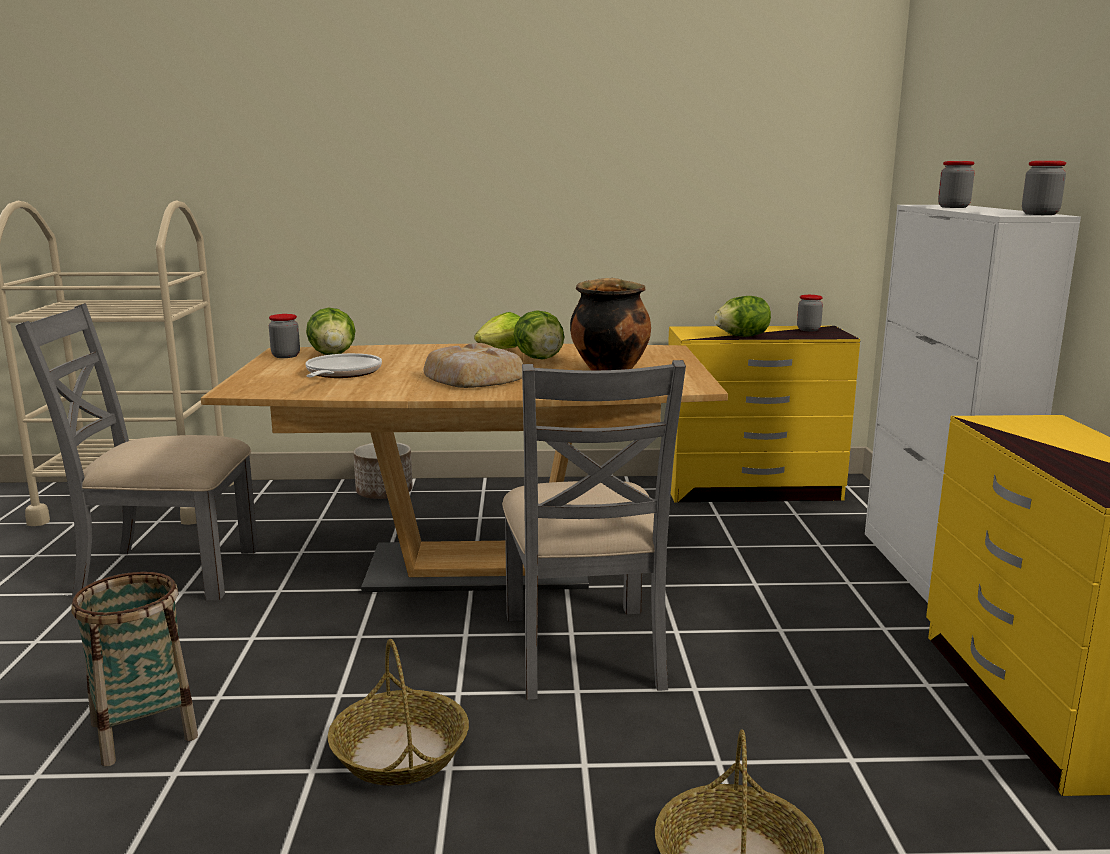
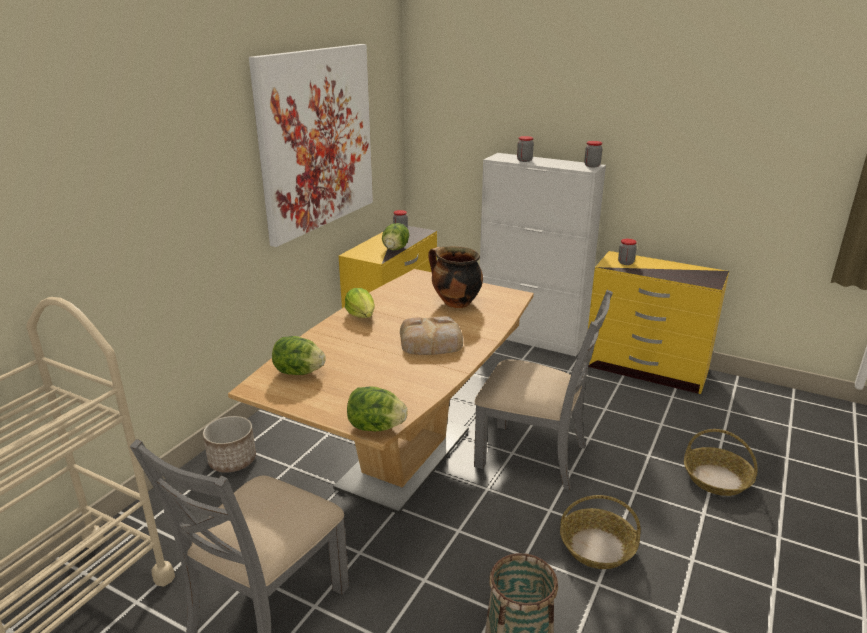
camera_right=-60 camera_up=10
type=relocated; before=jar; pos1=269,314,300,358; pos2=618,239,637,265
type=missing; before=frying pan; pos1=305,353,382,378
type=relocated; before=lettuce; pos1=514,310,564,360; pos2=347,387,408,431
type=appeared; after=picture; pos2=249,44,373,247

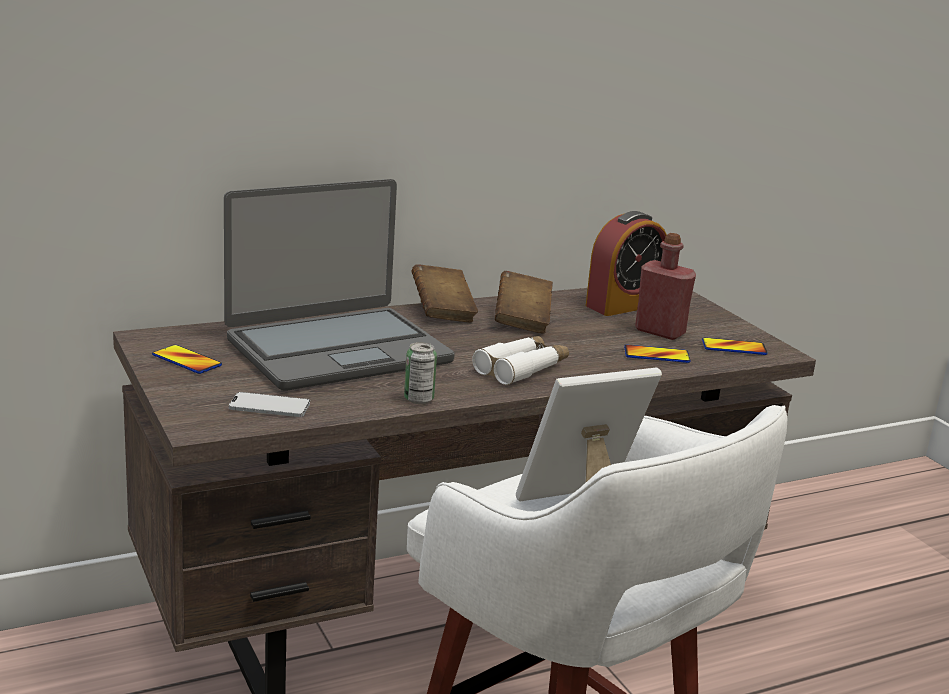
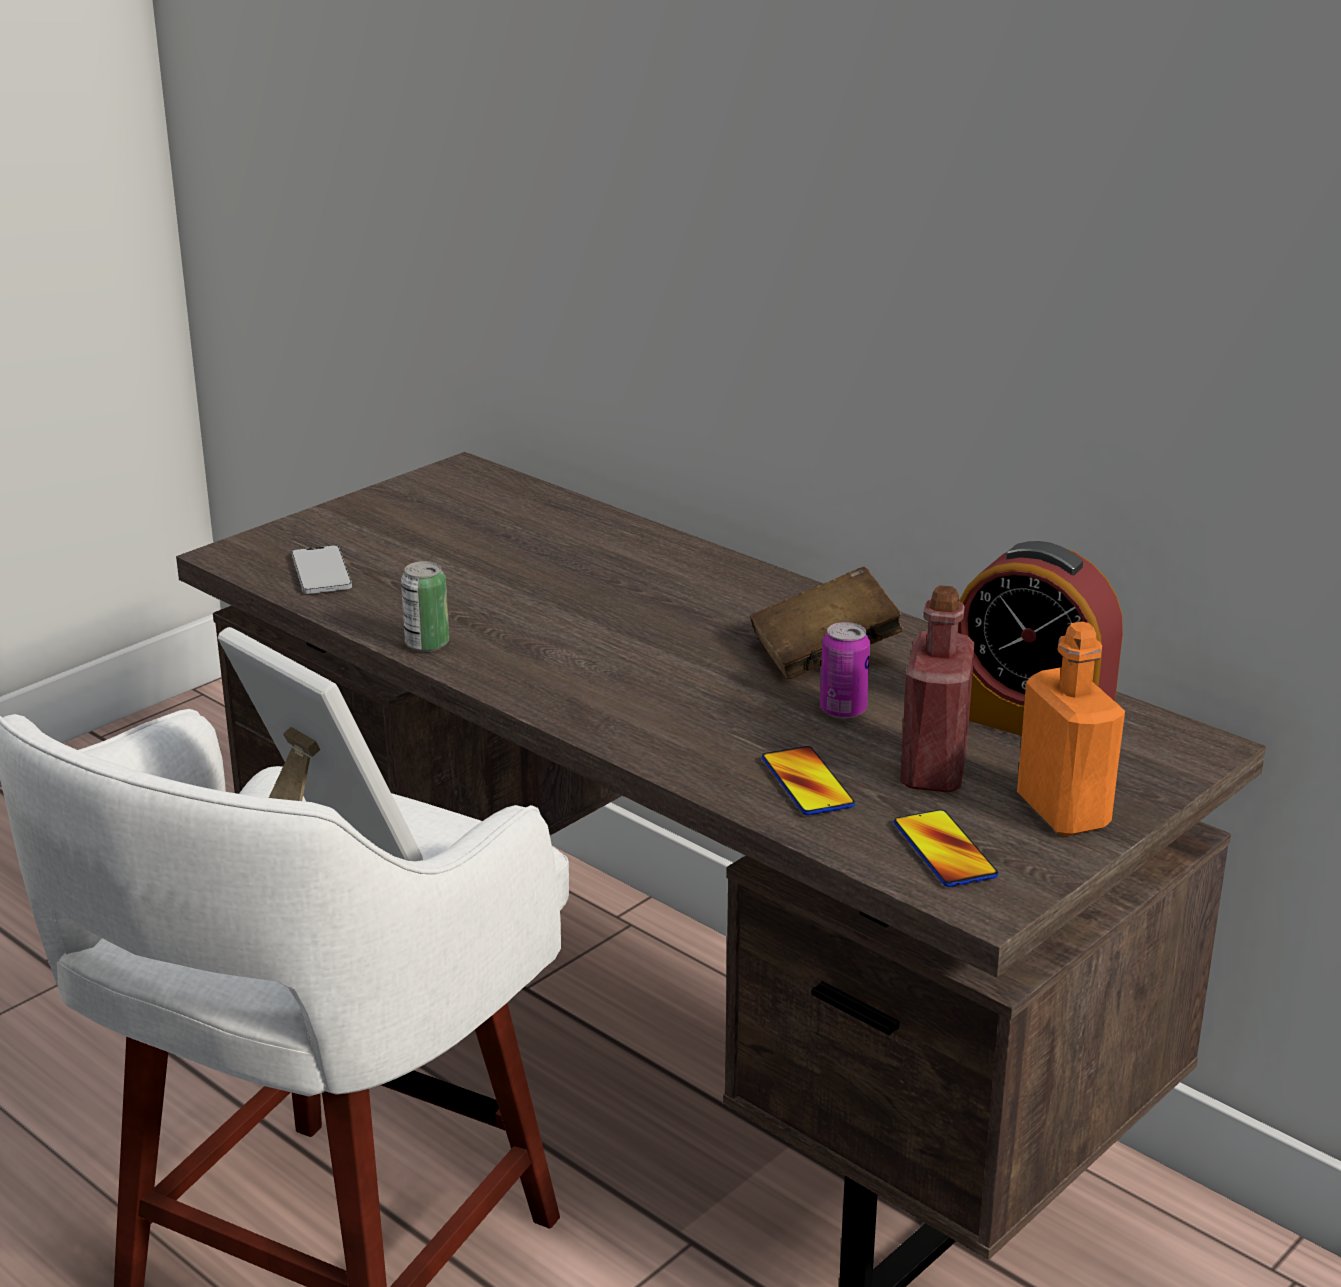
camera_right=70 camera_up=5
type=missing; before=phone; pos1=152,345,222,374
type=missing; before=laptop; pos1=224,179,455,391
type=missing; before=brown book; pos1=411,264,478,322
type=missing; before=white binoculars; pos1=472,336,569,385
type=appeared; after=can; pos2=820,622,870,719
type=appeared; after=orange bottle; pos2=1017,621,1125,836

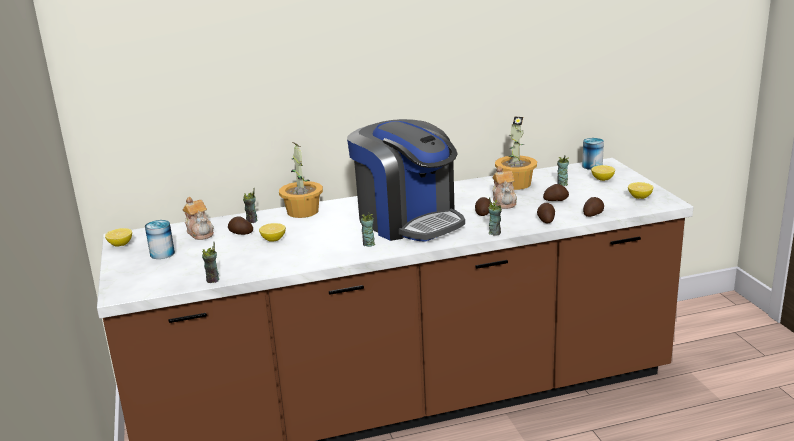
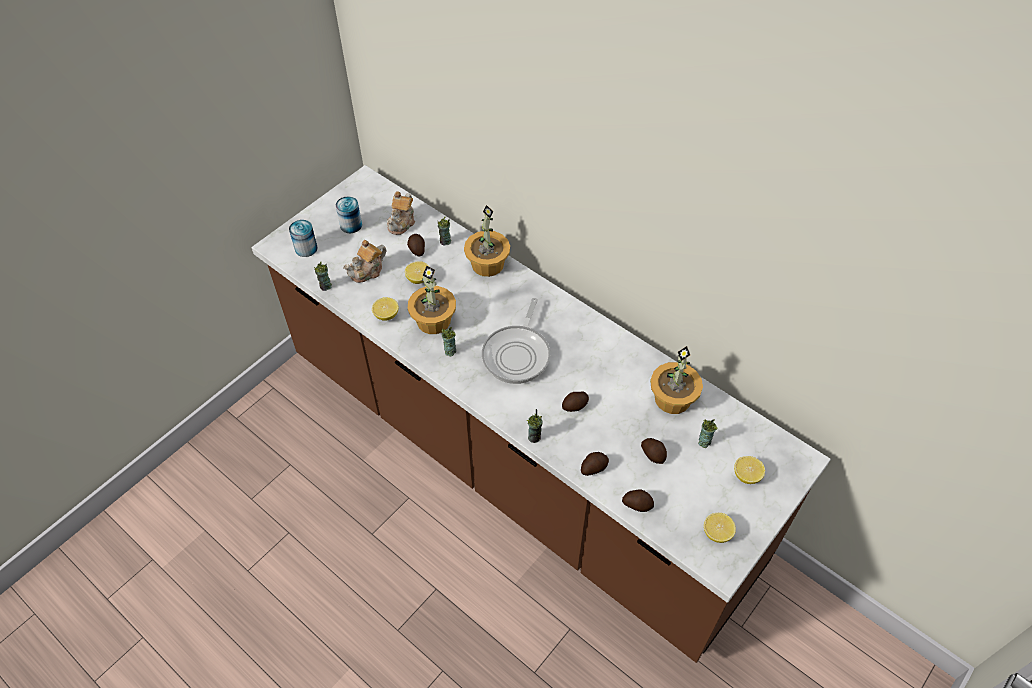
camera_right=55 camera_up=30
type=relocated; before=lemon; pos1=105,228,132,247; pos2=372,297,398,321
type=exchanged; before=coffee machine; after=frying pan; pos1=347,119,465,242; pos2=482,298,550,384
type=relocated; before=teapot; pos1=492,166,517,209; pos2=343,240,386,283
type=relocated; before=can; pos1=582,138,604,170; pos2=289,220,318,257
type=appeared; after=potted plant; pos2=408,266,456,334

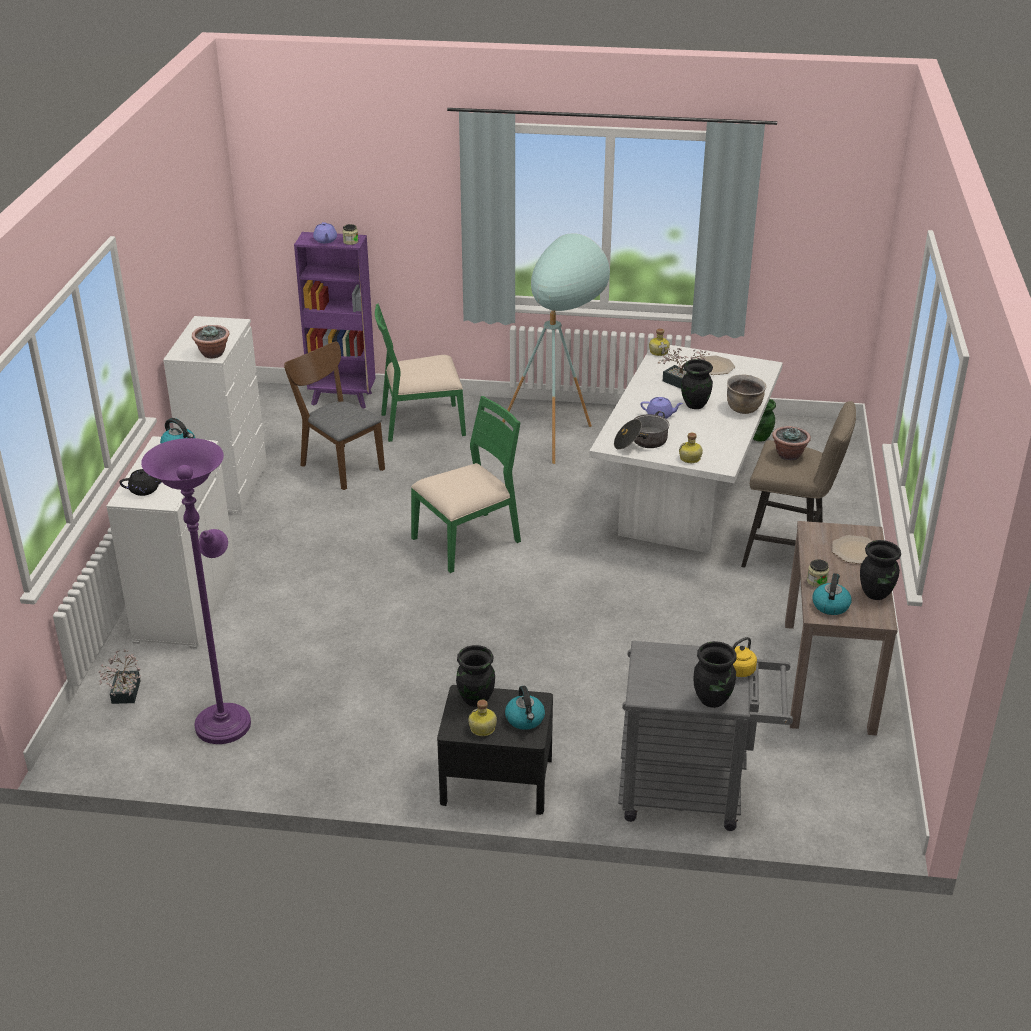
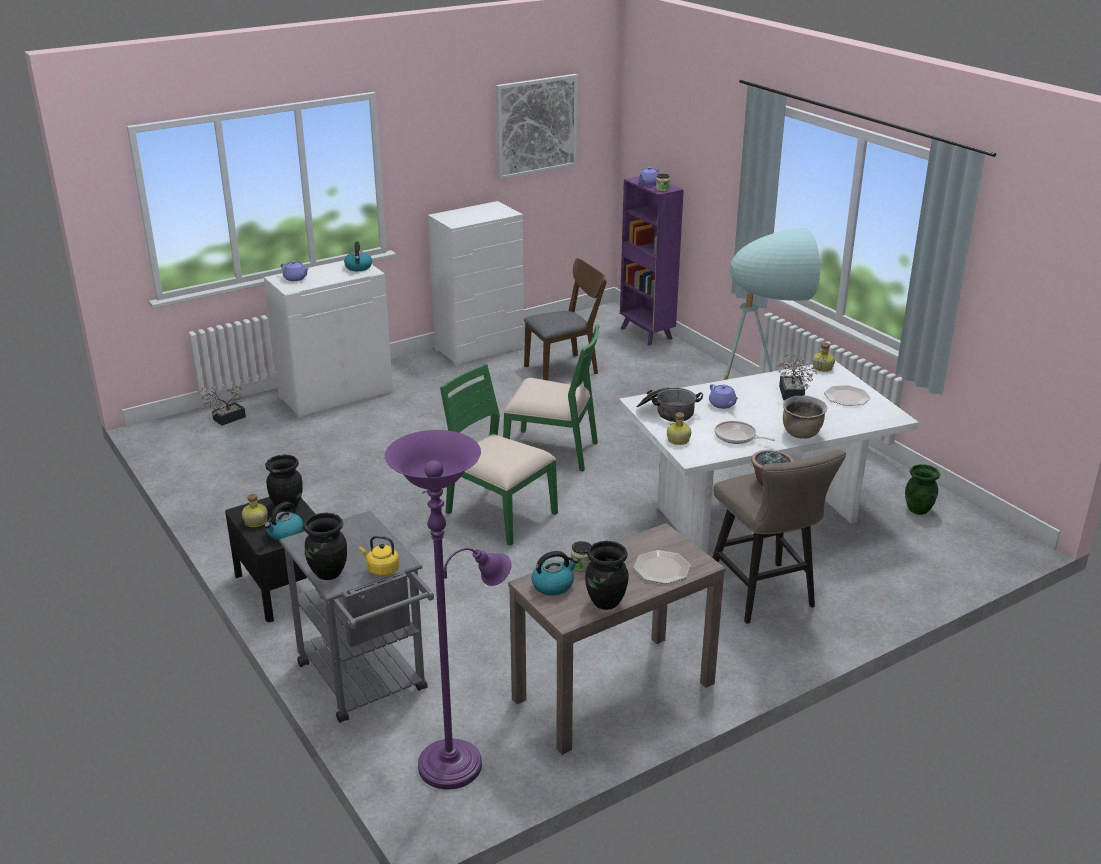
camera_right=50 camera_up=-5
type=colour; before=black teapot; after=purple teapot; pos1=119,469,162,496; pos2=281,261,309,281
type=relocated; before=purple floor lamp; pos1=141,438,251,744; pos2=385,430,511,790
type=missing; before=potted plant; pos1=192,325,230,358
type=spun; before=brown chair; pos1=284,341,385,490; pos2=524,258,607,381; turn=60
type=relocated; before=green chair; pos1=375,303,466,442; pos2=440,364,558,546
type=missing; before=black vase; pos1=681,359,713,409
type=appeared; after=picture; pos2=496,74,578,180
type=appeared; after=frying pan; pos2=714,421,775,444

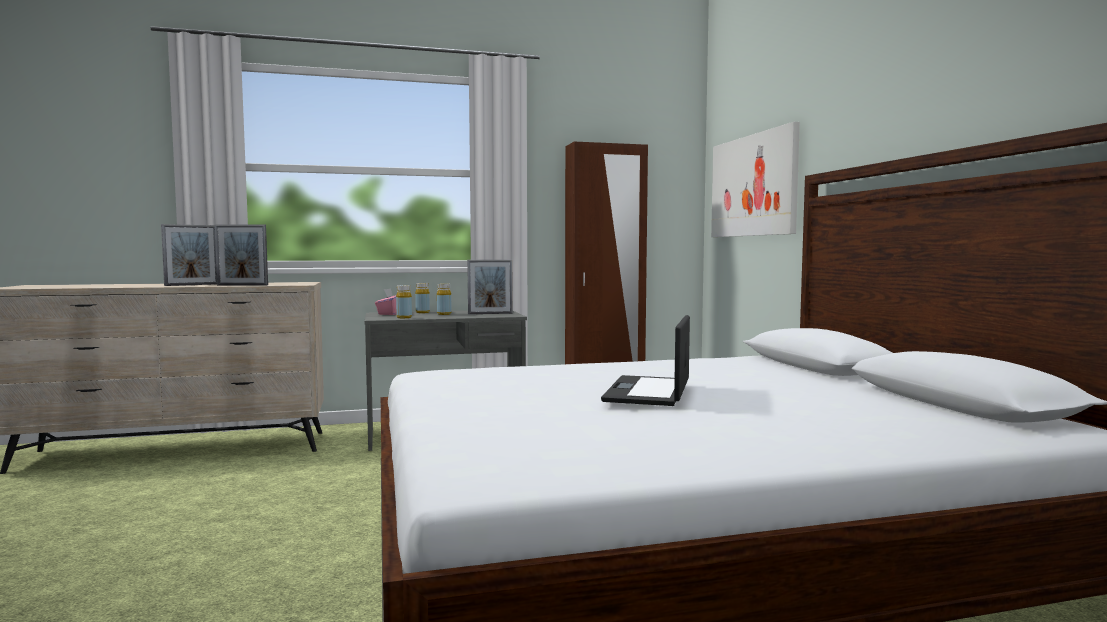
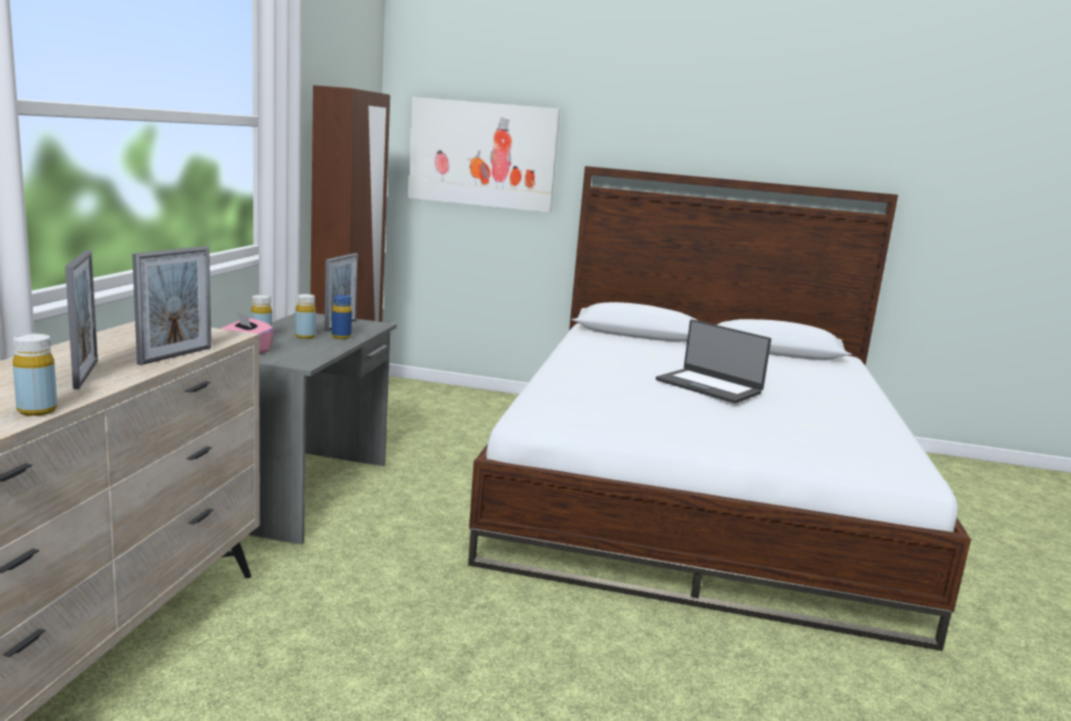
camera_right=-65 camera_up=10
type=relocated; before=yellow bottle; pos1=396,285,412,318; pos2=13,334,57,416
type=appeared; after=blue bottle; pos2=332,295,352,339

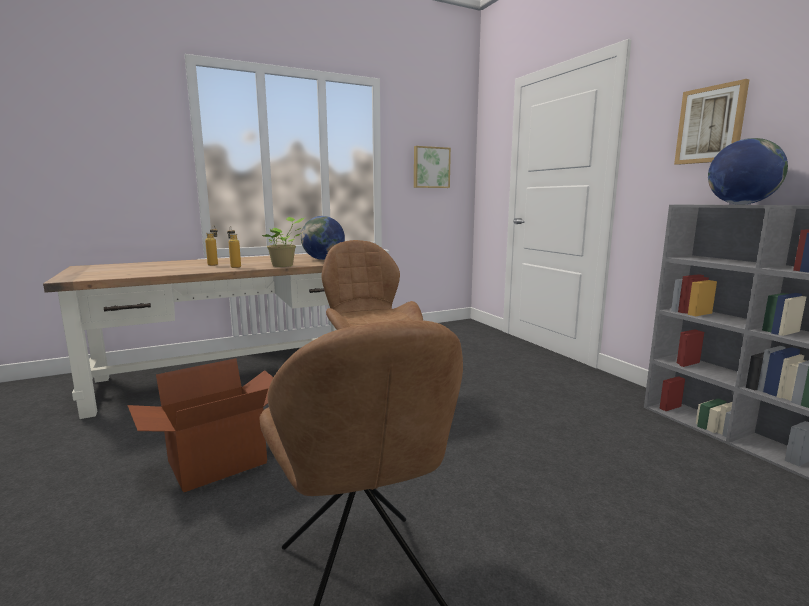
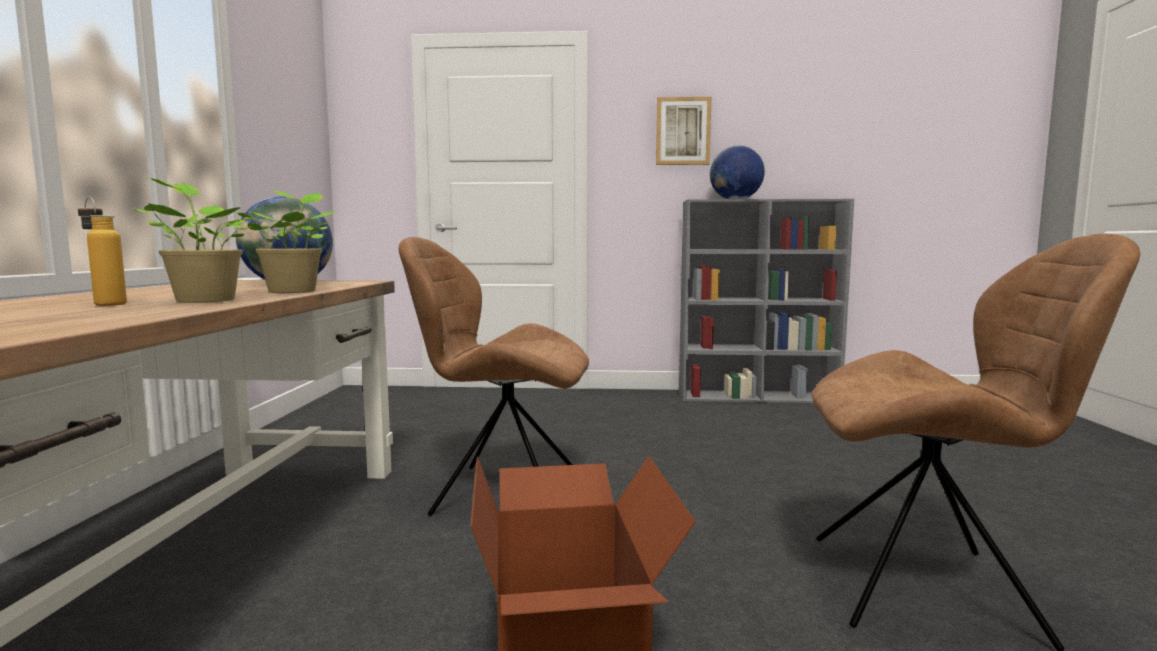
camera_right=-60 camera_up=-5
type=exchanged; before=bottle; after=potted plant; pos1=227,226,241,268; pos2=131,177,250,303
type=missing; before=picture; pos1=414,146,451,188

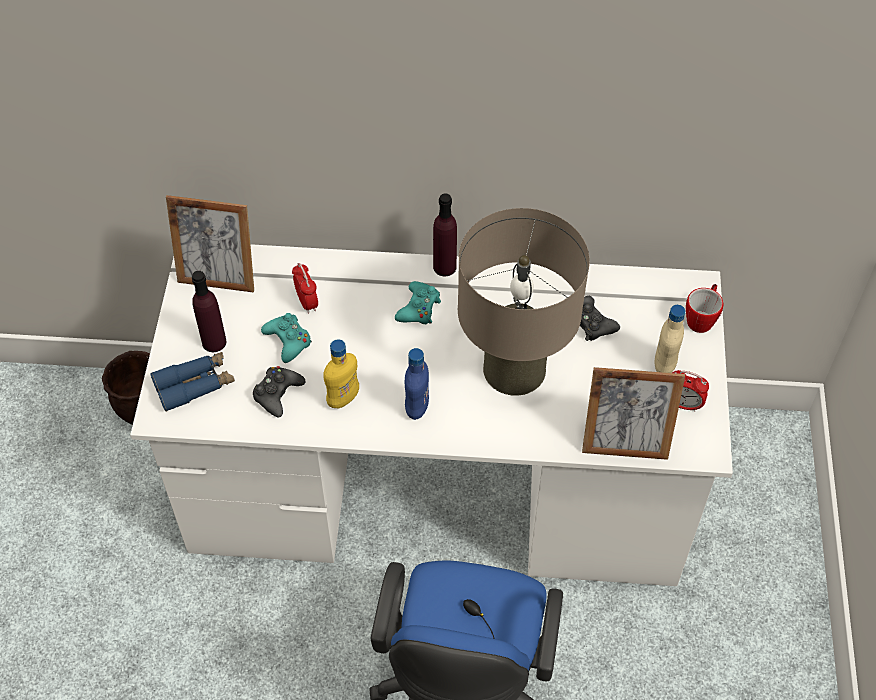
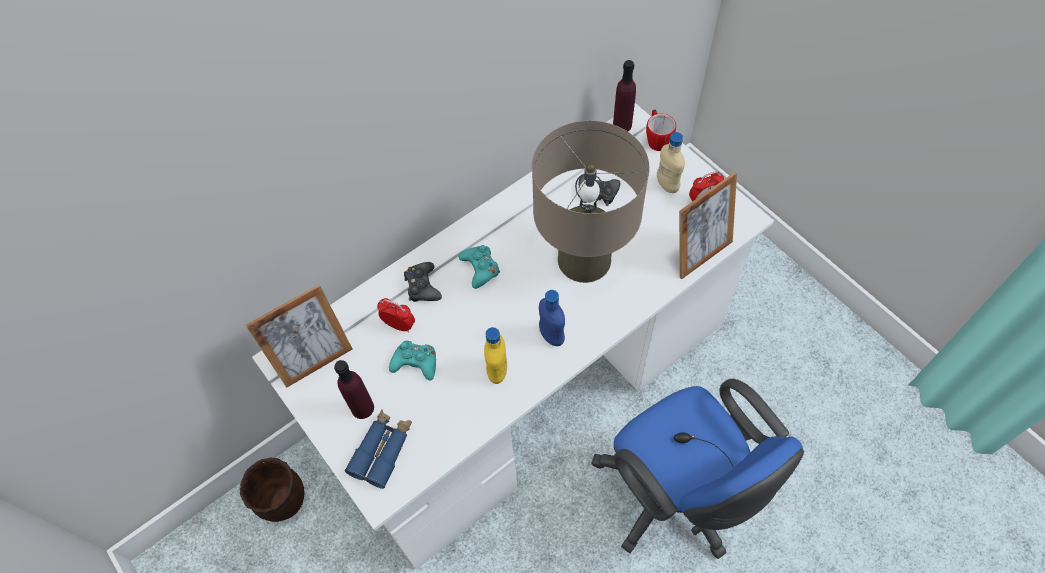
camera_right=-40 camera_up=5
type=relocated; before=black game controller; pos1=253,366,305,418; pos2=404,262,442,302
type=relocated; before=purple bottle; pos1=433,193,457,276; pos2=613,60,636,131

